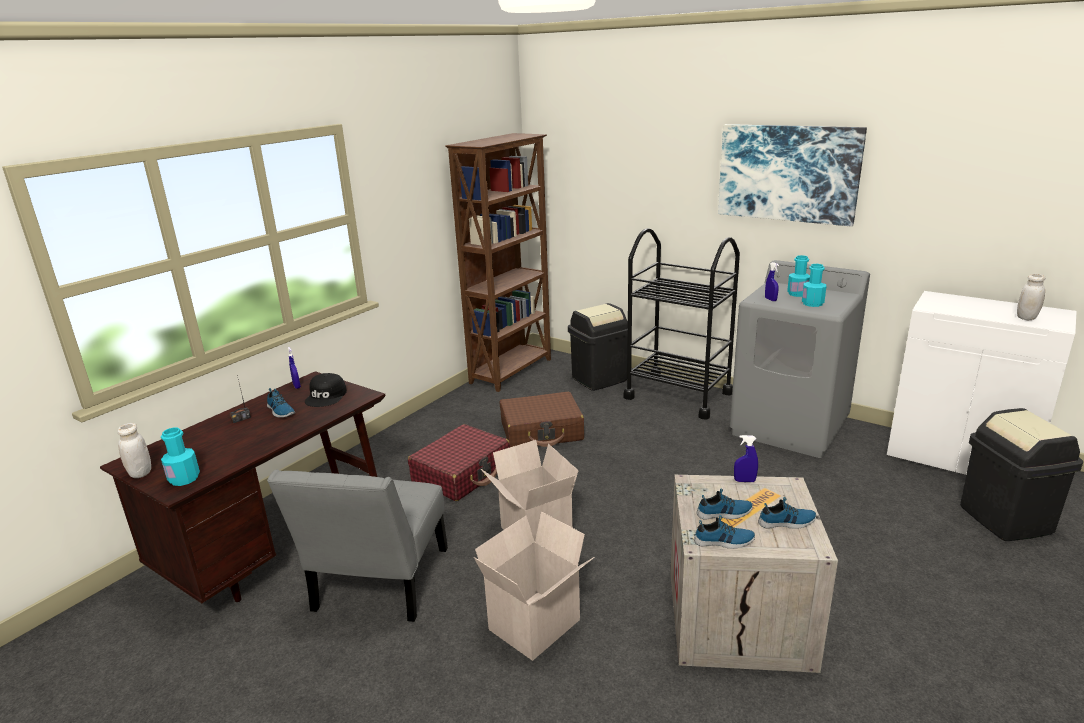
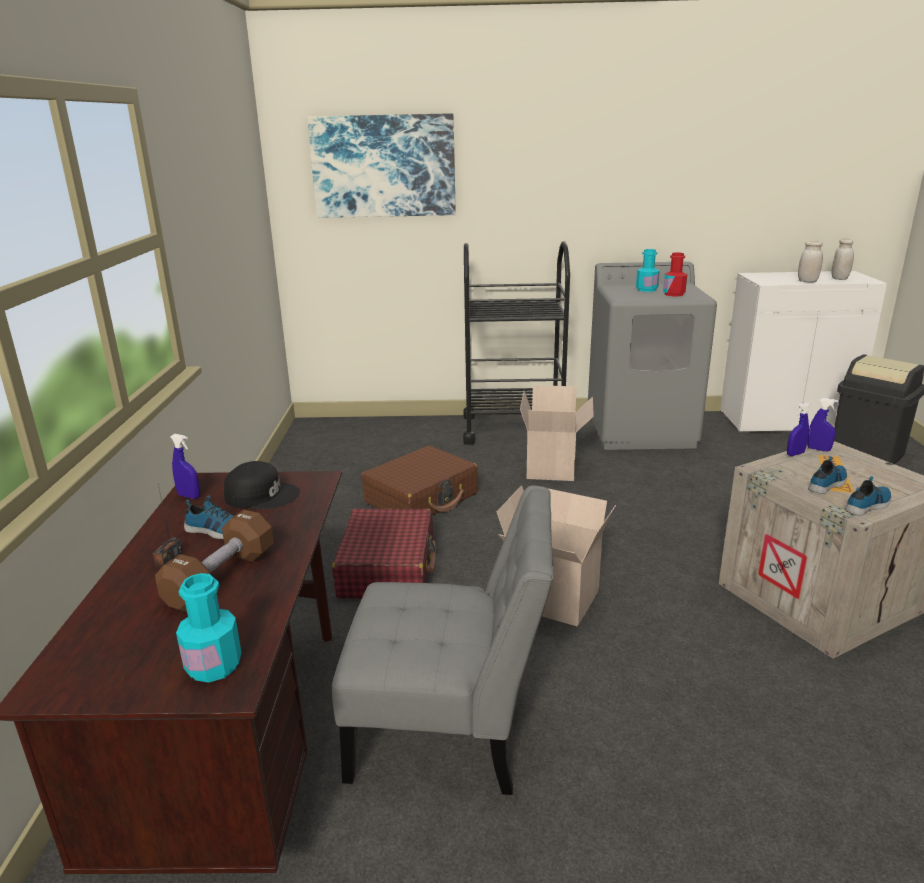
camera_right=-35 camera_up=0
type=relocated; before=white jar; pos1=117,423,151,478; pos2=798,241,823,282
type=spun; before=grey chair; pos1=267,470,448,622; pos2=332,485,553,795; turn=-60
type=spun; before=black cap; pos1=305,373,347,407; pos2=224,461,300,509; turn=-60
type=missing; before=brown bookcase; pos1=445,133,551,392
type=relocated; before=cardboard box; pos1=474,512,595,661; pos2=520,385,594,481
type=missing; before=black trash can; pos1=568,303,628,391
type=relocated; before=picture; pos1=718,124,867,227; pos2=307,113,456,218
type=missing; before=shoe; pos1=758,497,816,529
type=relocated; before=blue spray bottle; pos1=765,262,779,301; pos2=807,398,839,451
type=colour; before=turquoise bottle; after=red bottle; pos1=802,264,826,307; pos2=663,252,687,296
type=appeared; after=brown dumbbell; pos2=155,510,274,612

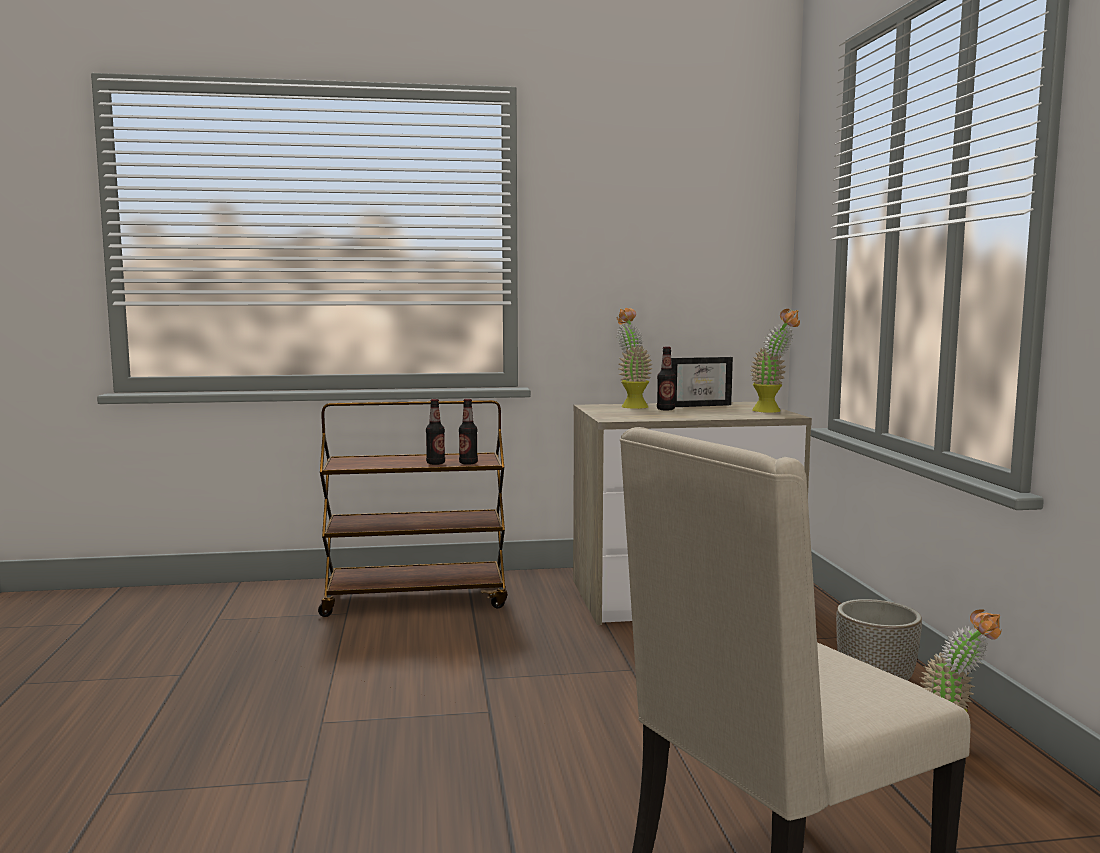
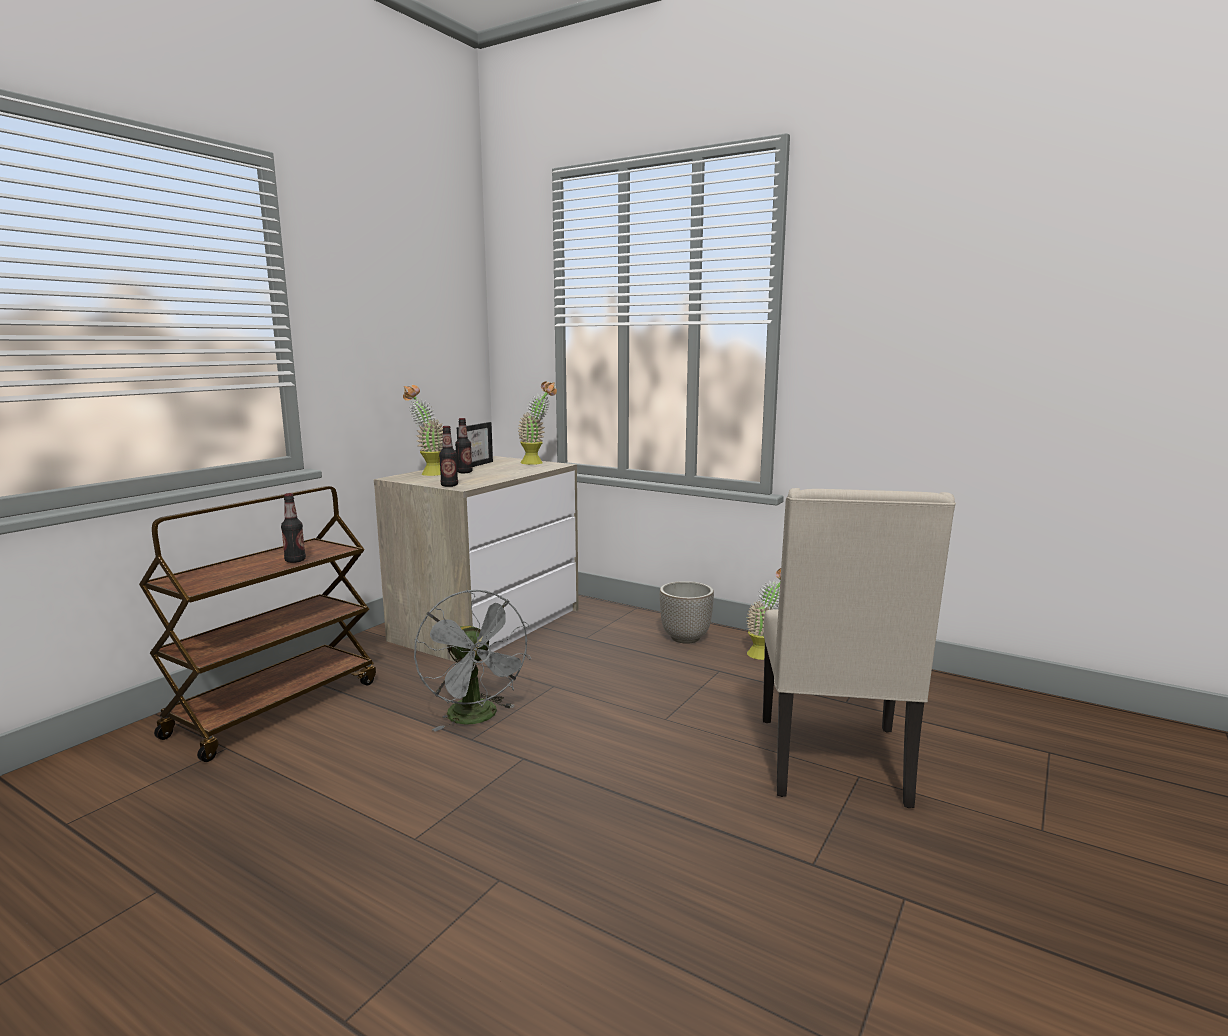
camera_right=-50 camera_up=5
type=relocated; before=bottle; pos1=459,399,478,465; pos2=439,426,458,487
type=appeared; after=grey fan; pos2=414,590,531,732

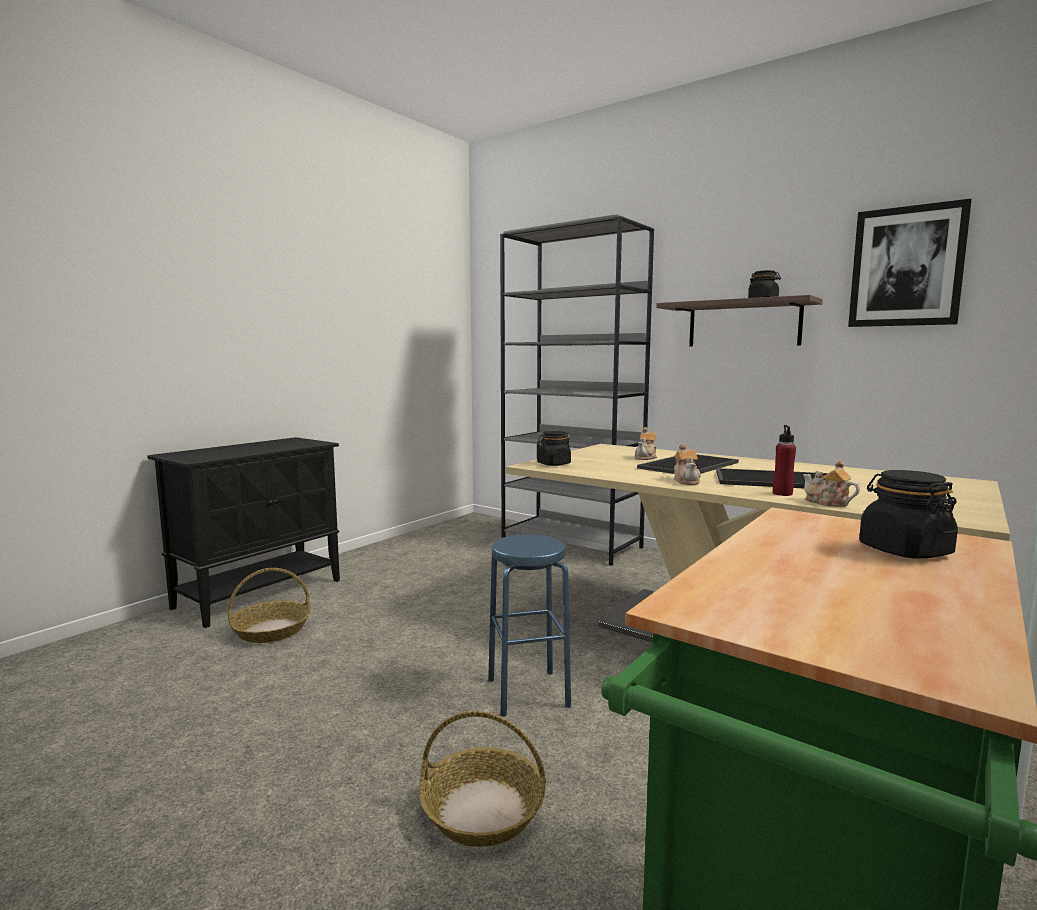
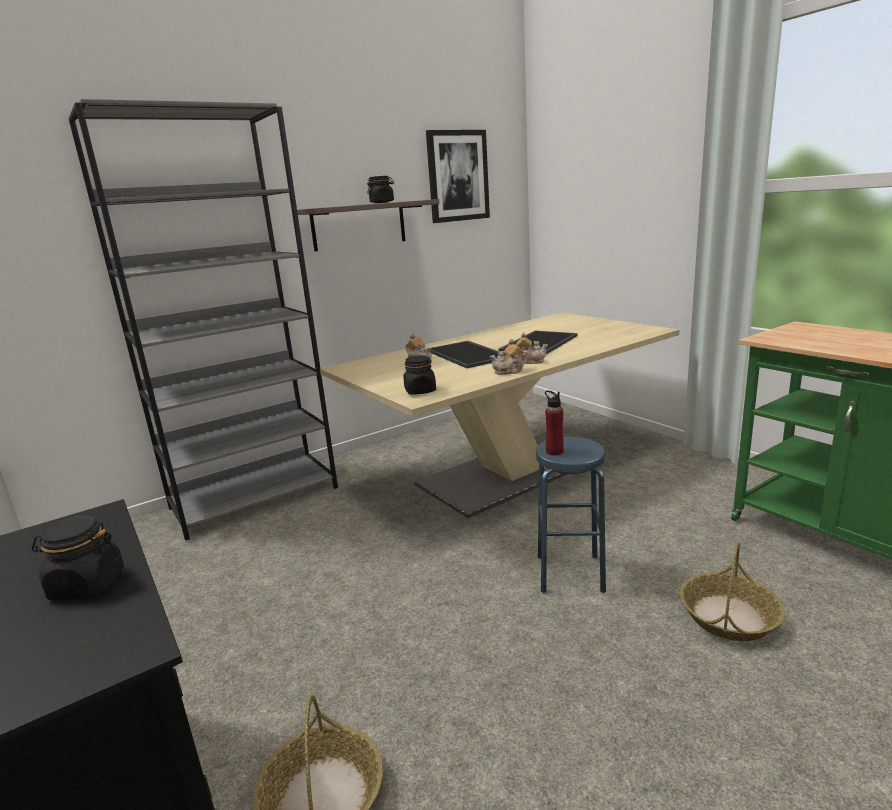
camera_right=-70 camera_up=10
type=relocated; before=red bottle; pos1=773,425,796,496; pos2=545,391,564,456
type=relocated; before=teapot; pos1=803,460,860,507; pos2=490,339,528,375
type=relocated; before=black jar; pos1=859,470,958,559; pos2=32,515,124,600

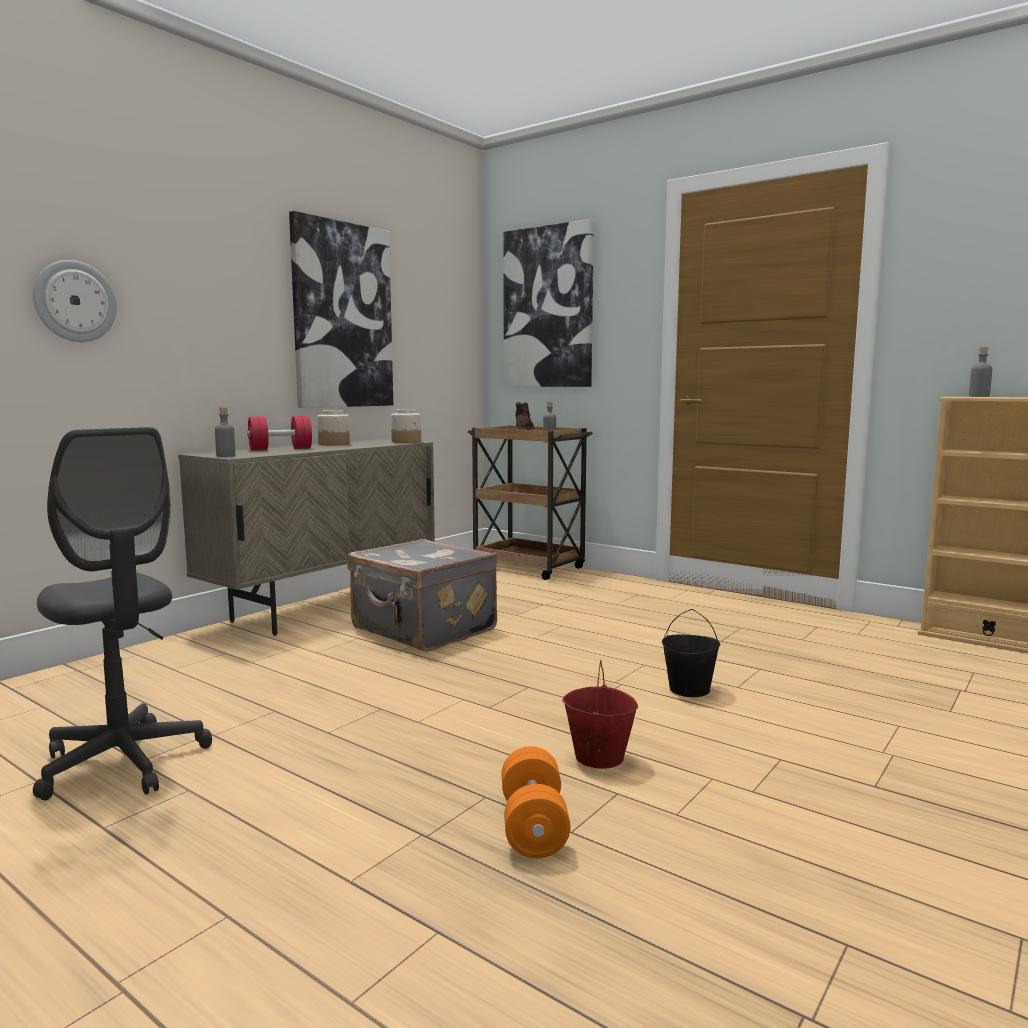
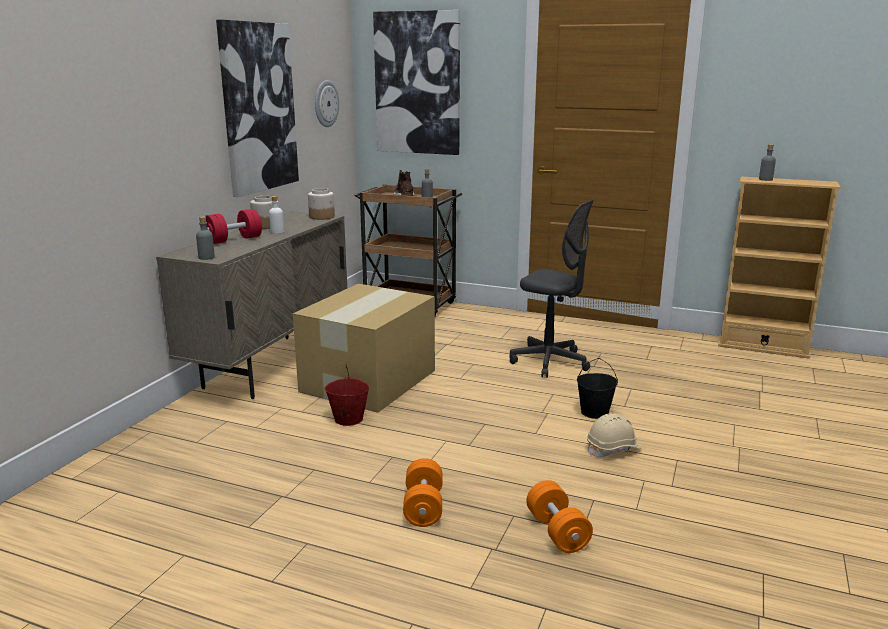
camera_right=-15 camera_up=10
type=relocated; before=wall clock; pos1=33,260,117,342; pos2=315,80,339,127
type=relocated; before=grey office chair; pos1=33,427,212,800; pos2=510,199,594,378
type=exchanged; before=grey suitcase; after=cardboard box; pos1=347,539,497,652; pos2=293,284,435,413
type=relocated; before=red bucket; pos1=562,660,638,769; pos2=325,365,369,426
type=appeared; after=white bottle; pos2=269,196,284,234
type=appeared; after=orange dumbbell; pos2=403,458,443,527
type=appeared; after=beige hard hat; pos2=587,413,641,457

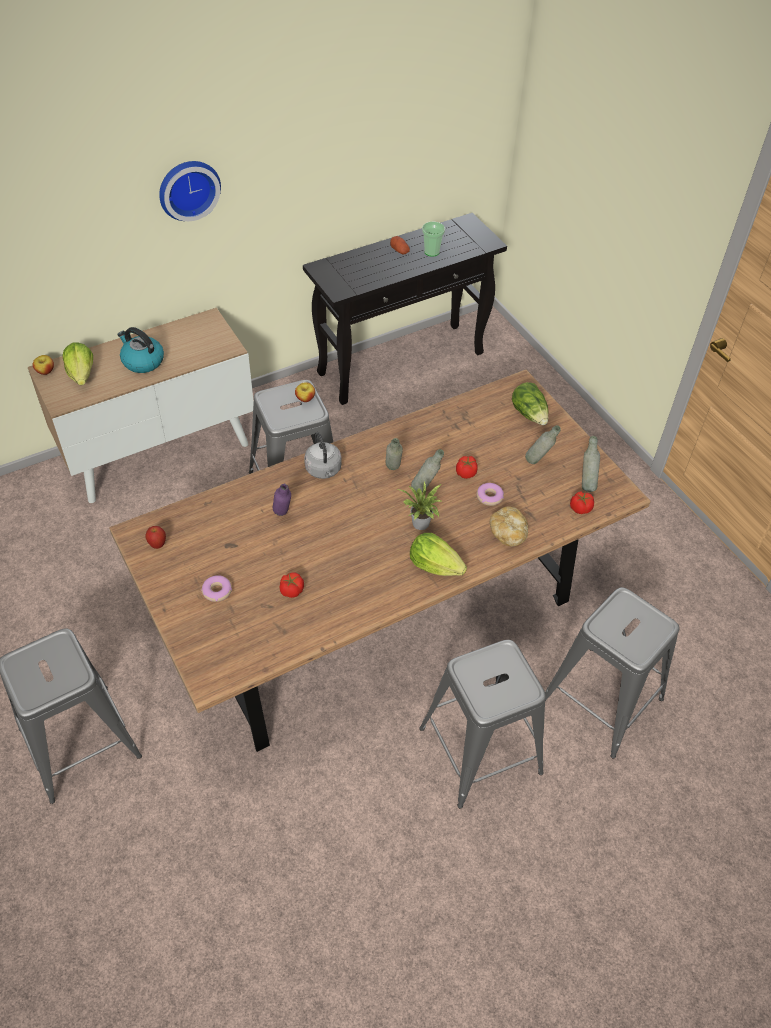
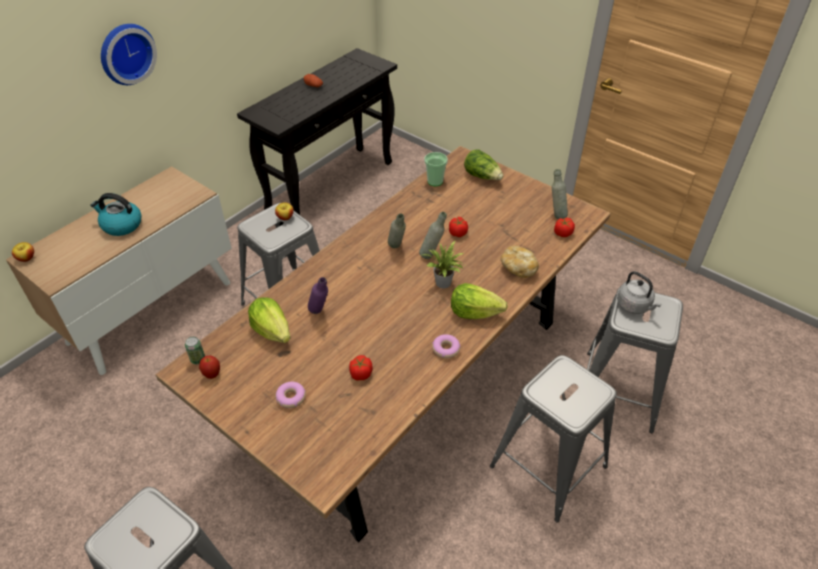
camera_right=-20 camera_up=-5
type=relocated; before=lettuce; pos1=63,343,93,385; pos2=248,297,290,343
type=relocated; before=grey kettle; pos1=304,432,342,479; pos2=617,271,661,314
type=relocated; before=cup; pos1=422,222,445,257; pos2=424,152,448,186
type=relocated; before=donut; pos1=476,483,504,506; pos2=432,334,461,359
type=missing; before=grey bottle; pos1=525,425,561,464
type=appeared; after=can; pos2=185,336,205,364

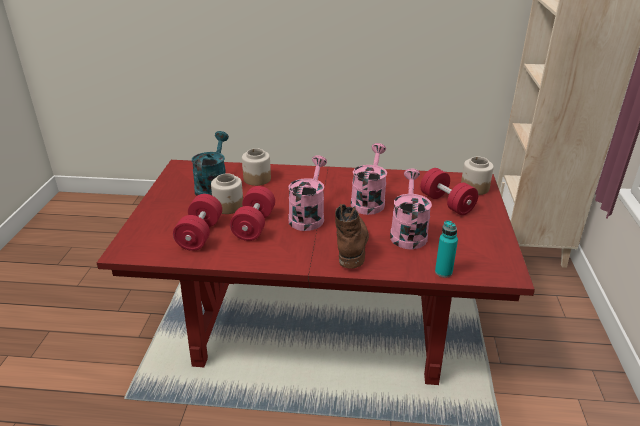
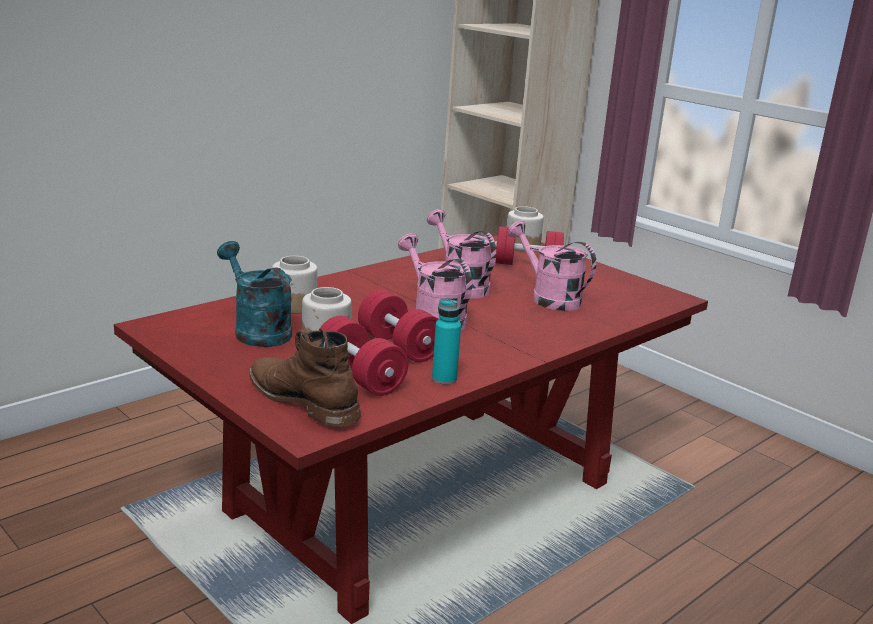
camera_right=-50 camera_up=-10
type=relocated; before=brown boot; pos1=335,204,369,269; pos2=249,329,361,427
type=relocated; before=turquoise bottle; pos1=435,220,458,278; pos2=432,299,461,384

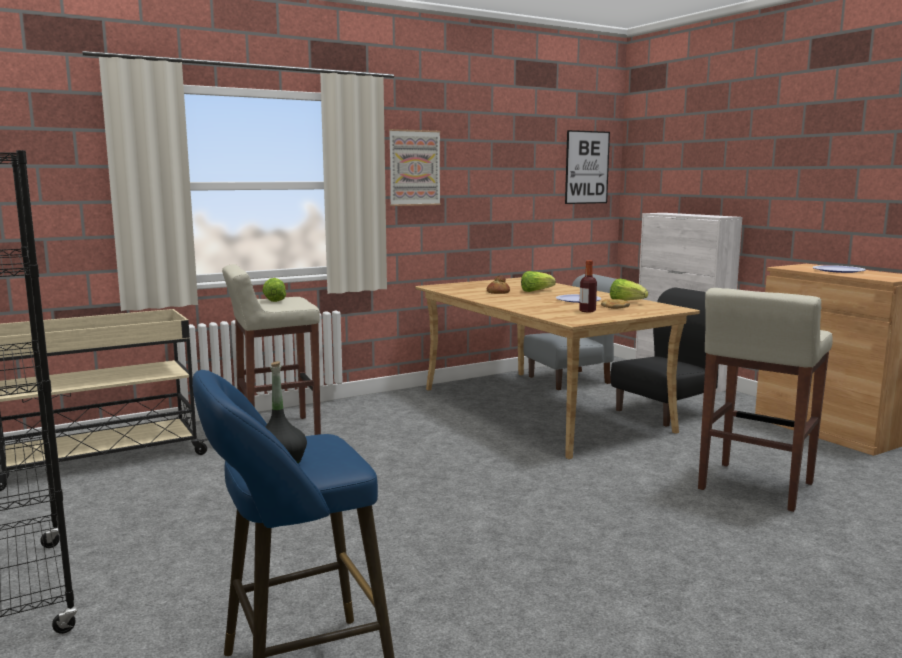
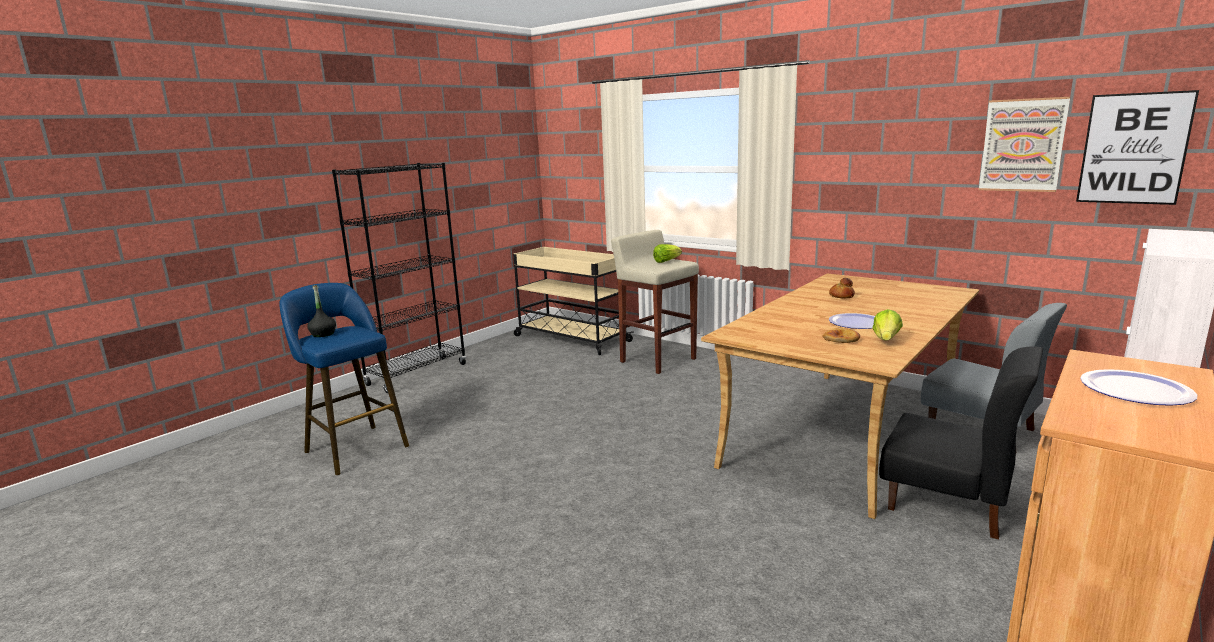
camera_right=70 camera_up=5
type=relocated; before=picture; pos1=389,129,441,206; pos2=979,97,1070,192
type=missing; before=lettuce; pos1=521,271,556,292
type=missing; before=bottle; pos1=579,260,597,313
type=missing; before=beige stool; pos1=698,288,833,512

